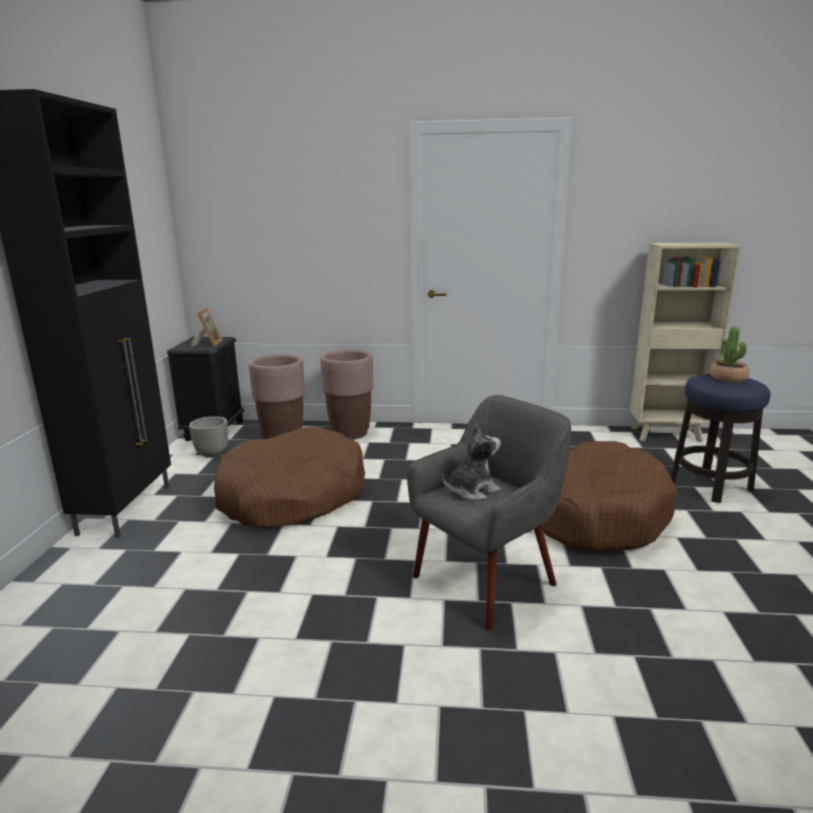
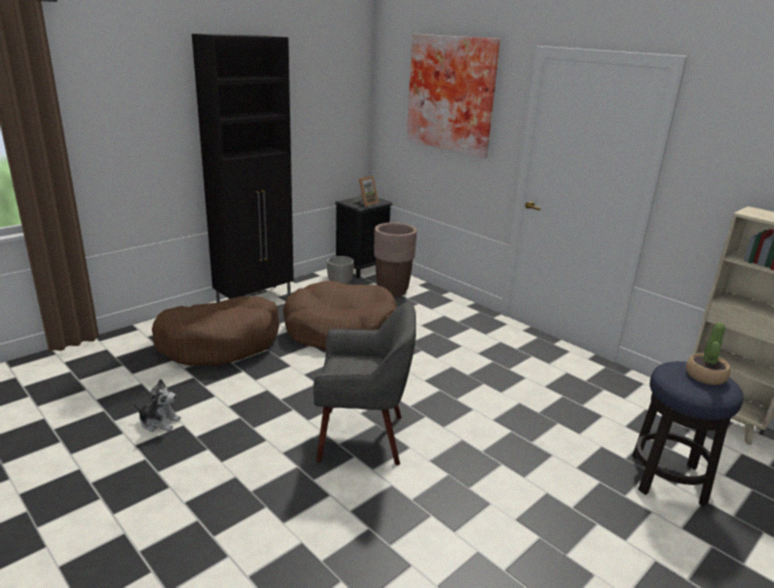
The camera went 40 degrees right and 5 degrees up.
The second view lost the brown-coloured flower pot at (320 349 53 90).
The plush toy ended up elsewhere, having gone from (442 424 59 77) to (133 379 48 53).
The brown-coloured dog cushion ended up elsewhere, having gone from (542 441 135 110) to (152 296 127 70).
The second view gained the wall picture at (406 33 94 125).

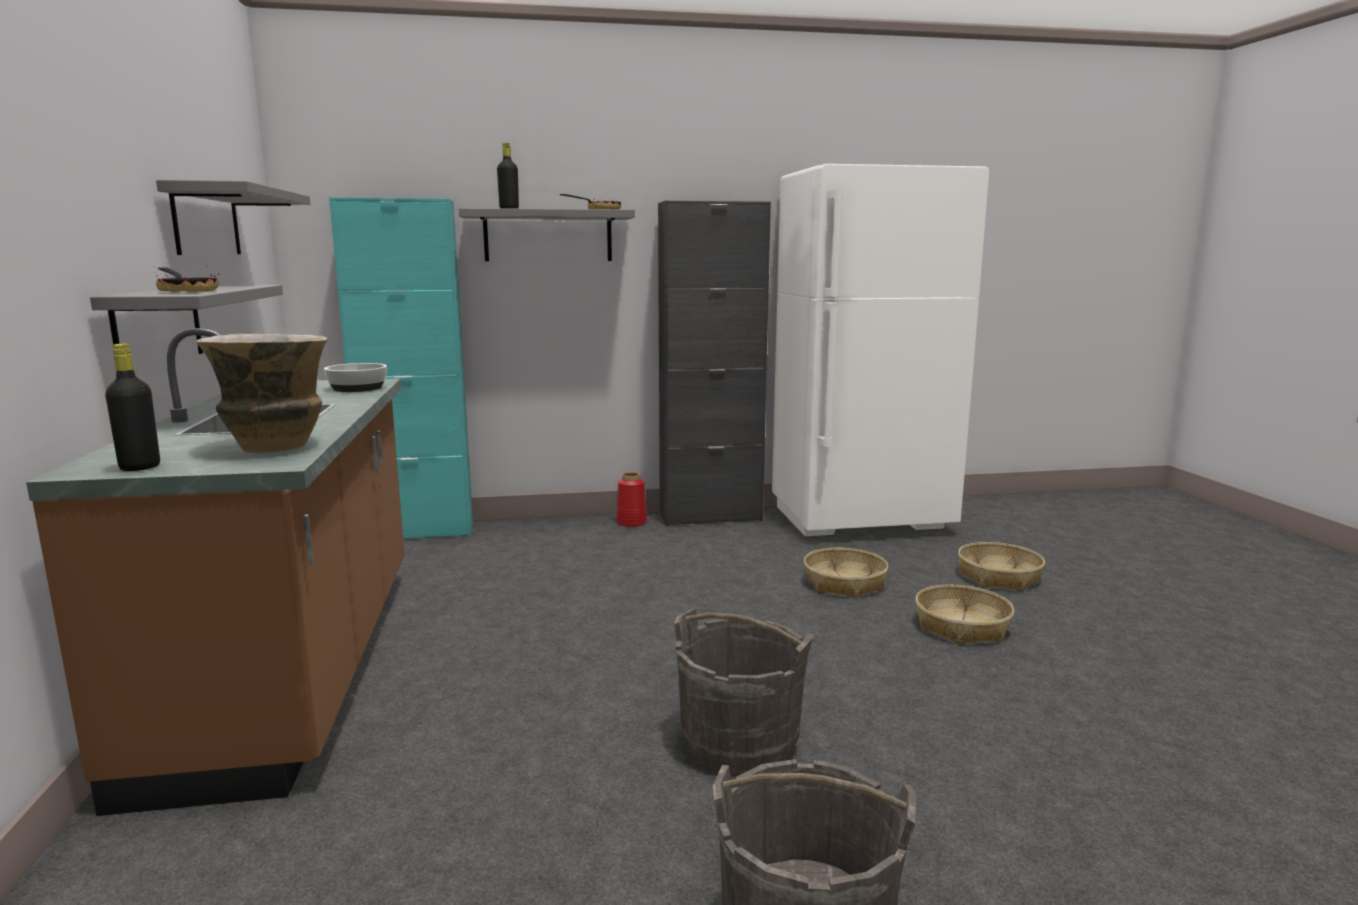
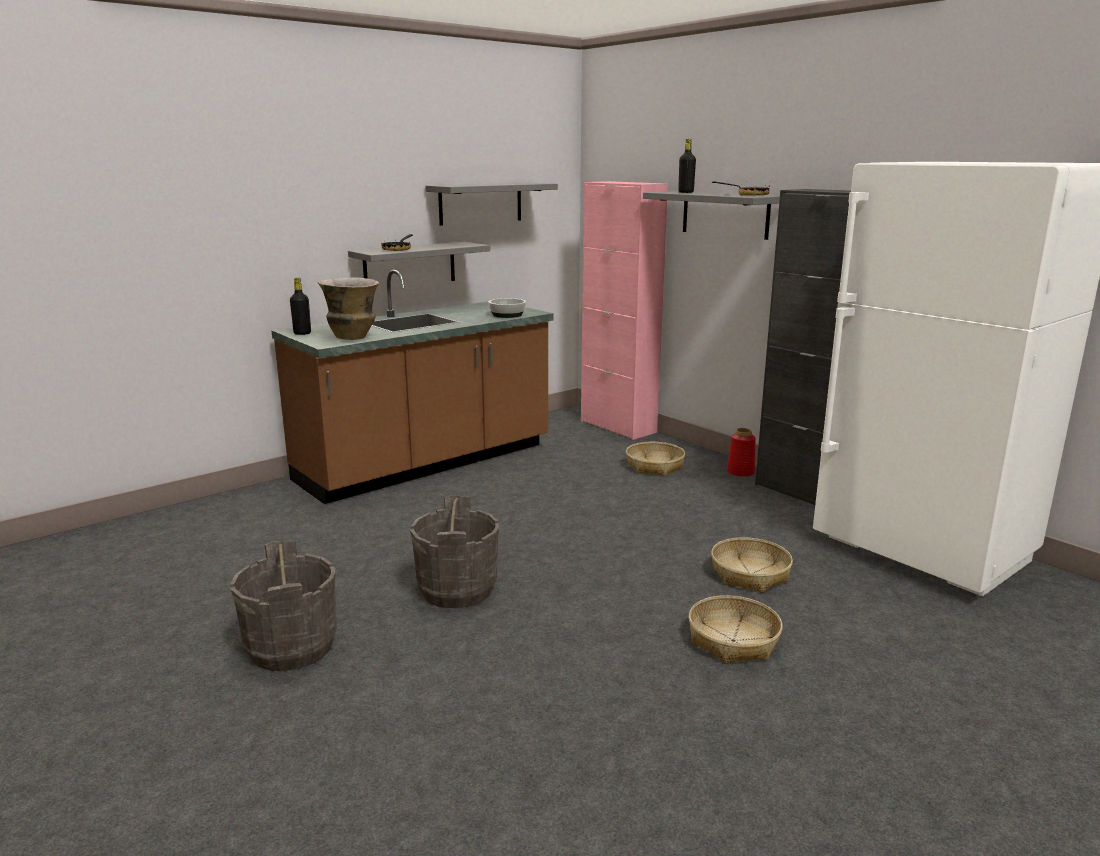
The camera went 60 degrees right and 5 degrees up.
What was the turquoise cupboard at (329 197 144 342) turned into the pink-coloured cupboard at (581 181 87 259).
The basket ended up elsewhere, having gone from (958 542 87 49) to (626 442 59 34).

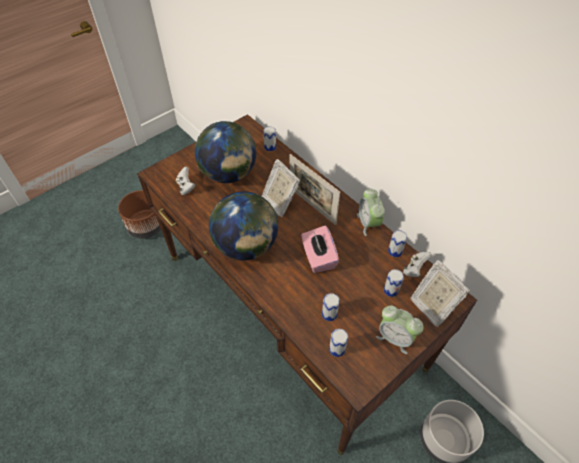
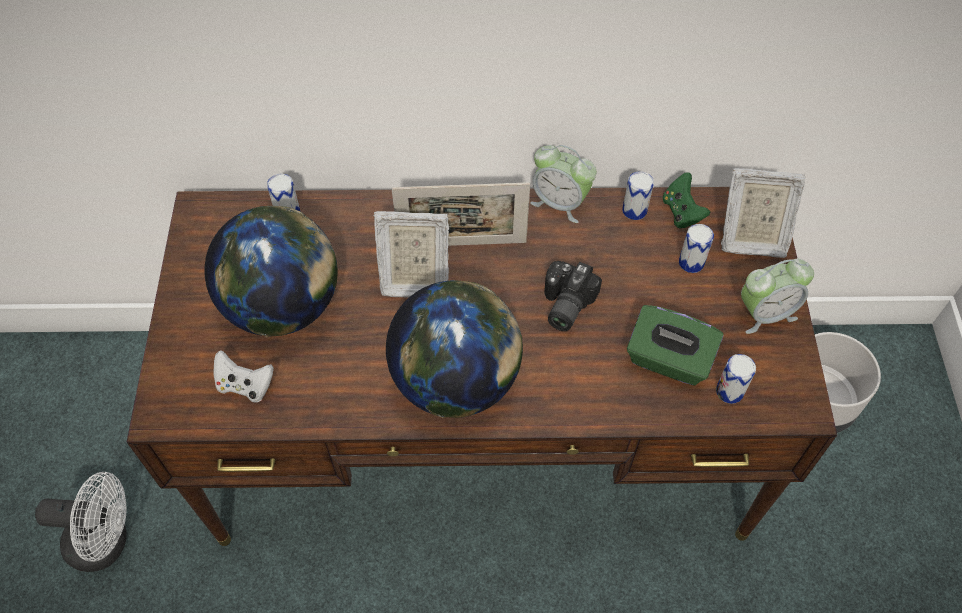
The camera went 50 degrees left and 5 degrees up.
Where the brown-coloured flower pot stood at (118 190 43 49), the white electric fan came to stand at (35 472 92 100).
Where the pink-coloured tissue box stood at (301 226 38 47), the photo camera came to stand at (544 261 58 70).
What was the white gamepad at (403 252 29 25) turned into the green-coloured gamepad at (663 172 47 57).
Where the sealed can stood at (322 293 18 28), the green-coloured tissue box came to stand at (627 305 97 80).

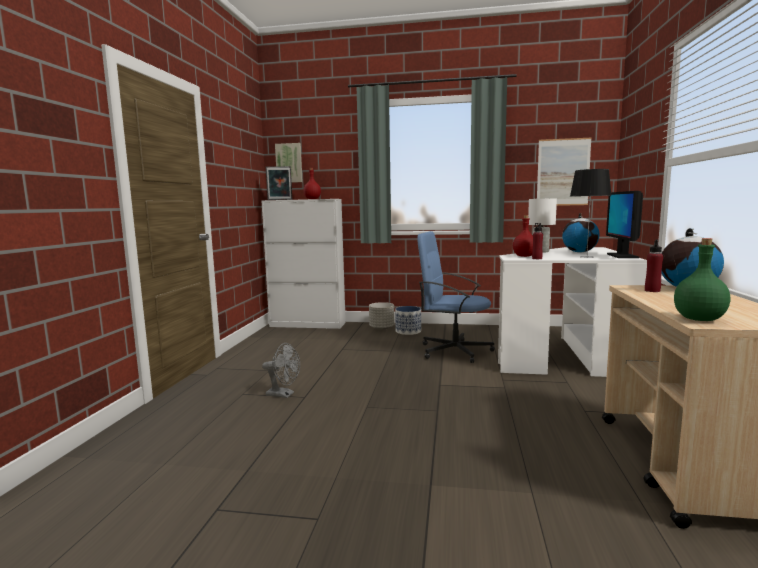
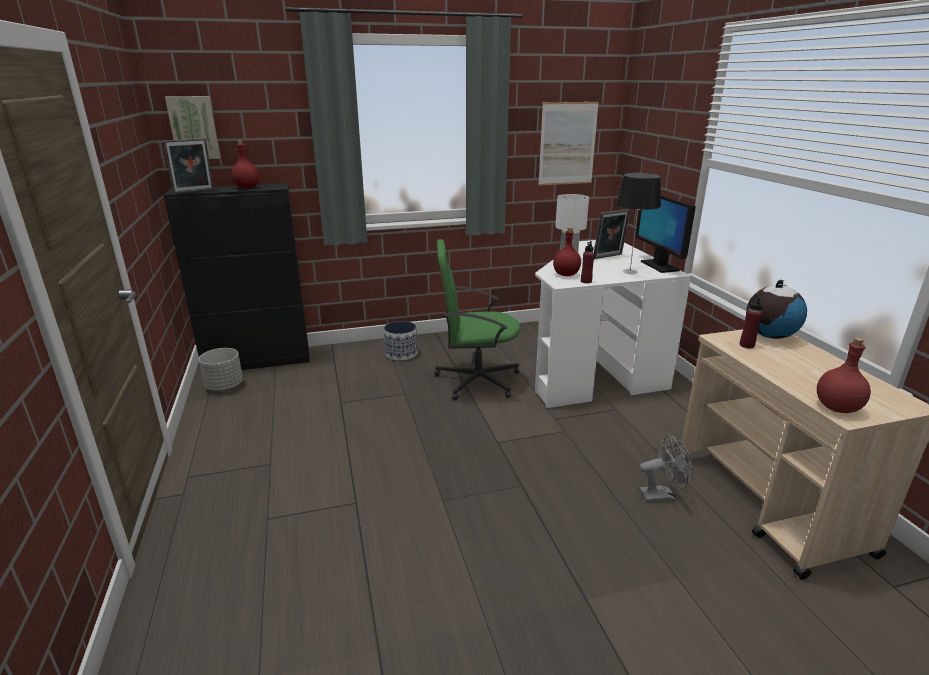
The camera went 25 degrees left and 15 degrees up.
What was the white cupboard at (261 199 85 130) turned into the black-coloured cupboard at (164 183 146 187).
Where the world globe stood at (562 213 38 40), the photo frame came to stand at (594 209 36 50).
What was the blue-coloured office chair at (417 231 78 132) turned into the green-coloured office chair at (434 239 87 161).
What was the green-coloured drink bottle at (674 238 57 83) turned into the reddish drink bottle at (817 337 54 76).
The grey flower pot ended up elsewhere, having gone from (369 302 25 28) to (199 348 44 43).
The grey electric fan ended up elsewhere, having gone from (262 343 38 55) to (639 434 54 68).

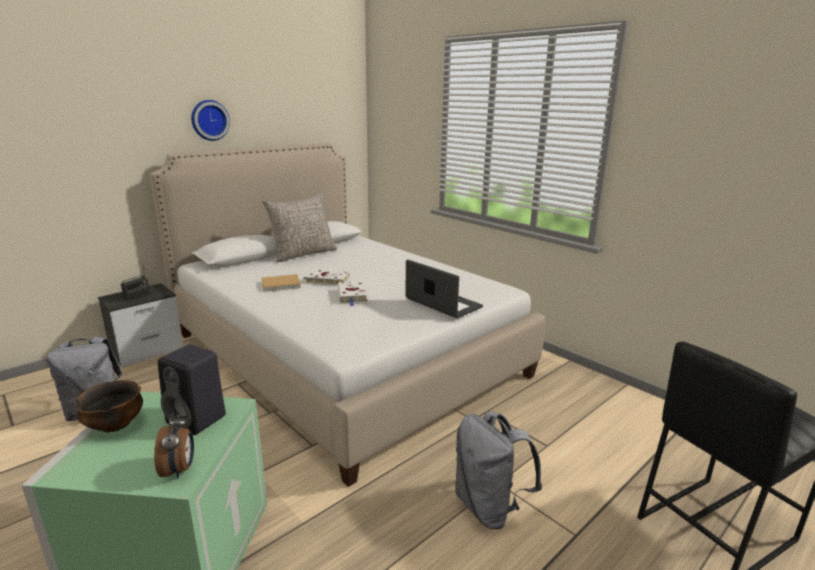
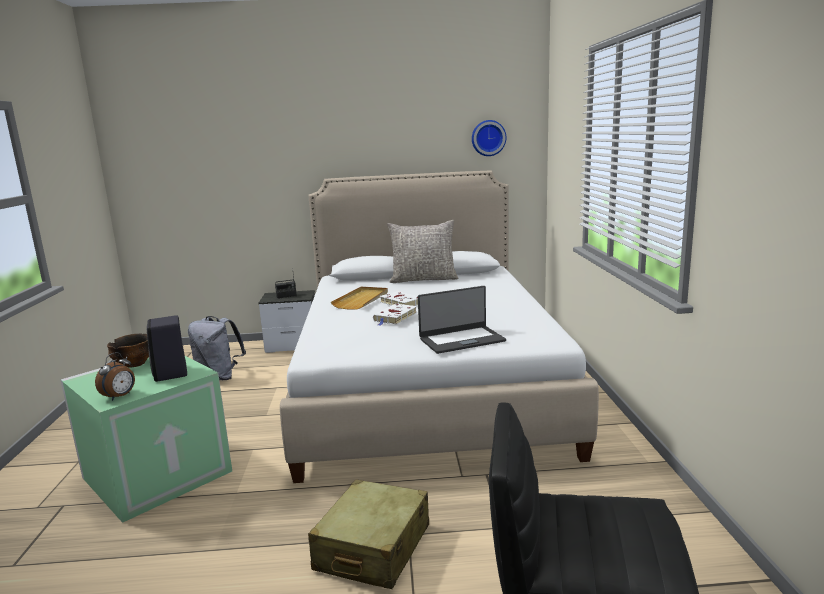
The camera went 40 degrees right and 5 degrees down.
The clock on the wall ended up elsewhere, having gone from (191 100 39 41) to (472 120 34 36).
The notebook computer at (405 260 78 58) ended up facing another way, 75 degrees clockwise from before.
Where the beige-coloured book stood at (261 274 40 18), the beige-coloured carrying tray came to stand at (331 287 57 23).
Where the grey rucksack stood at (455 411 87 118), the beige-coloured travel case came to stand at (308 479 121 110).

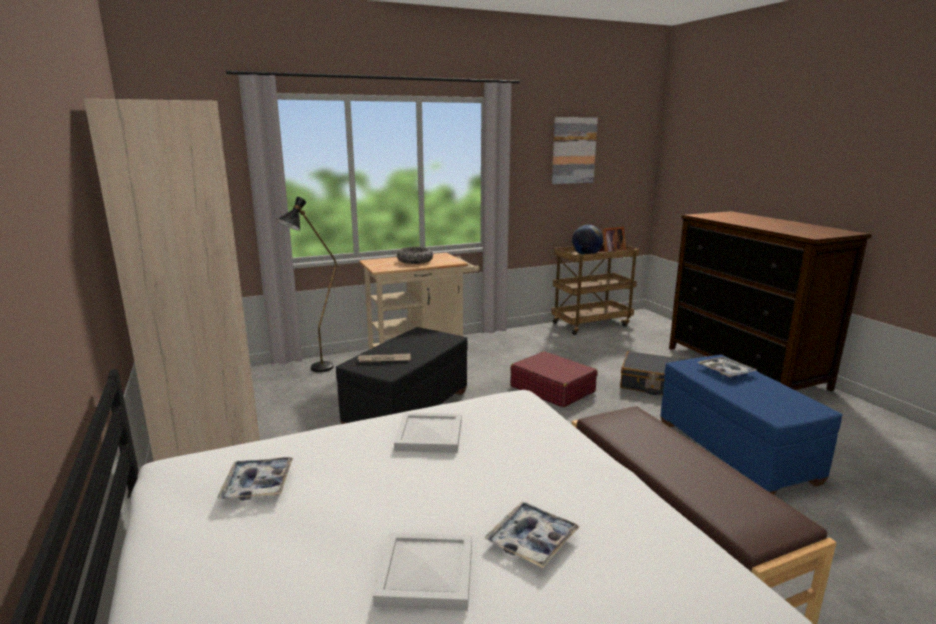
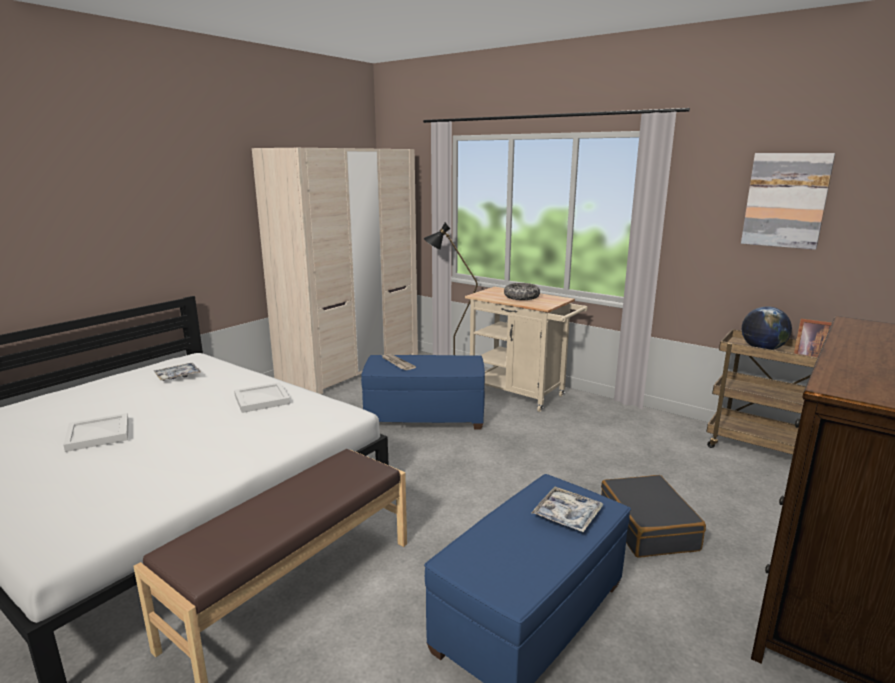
The camera went 60 degrees right and 0 degrees up.
What was the black-coloured pouffe at (336 327 132 97) turned into the blue-coloured pouffe at (361 355 124 74).
The second view lost the reddish travel case at (510 351 88 56).
The second view lost the carrying tray at (485 501 94 67).

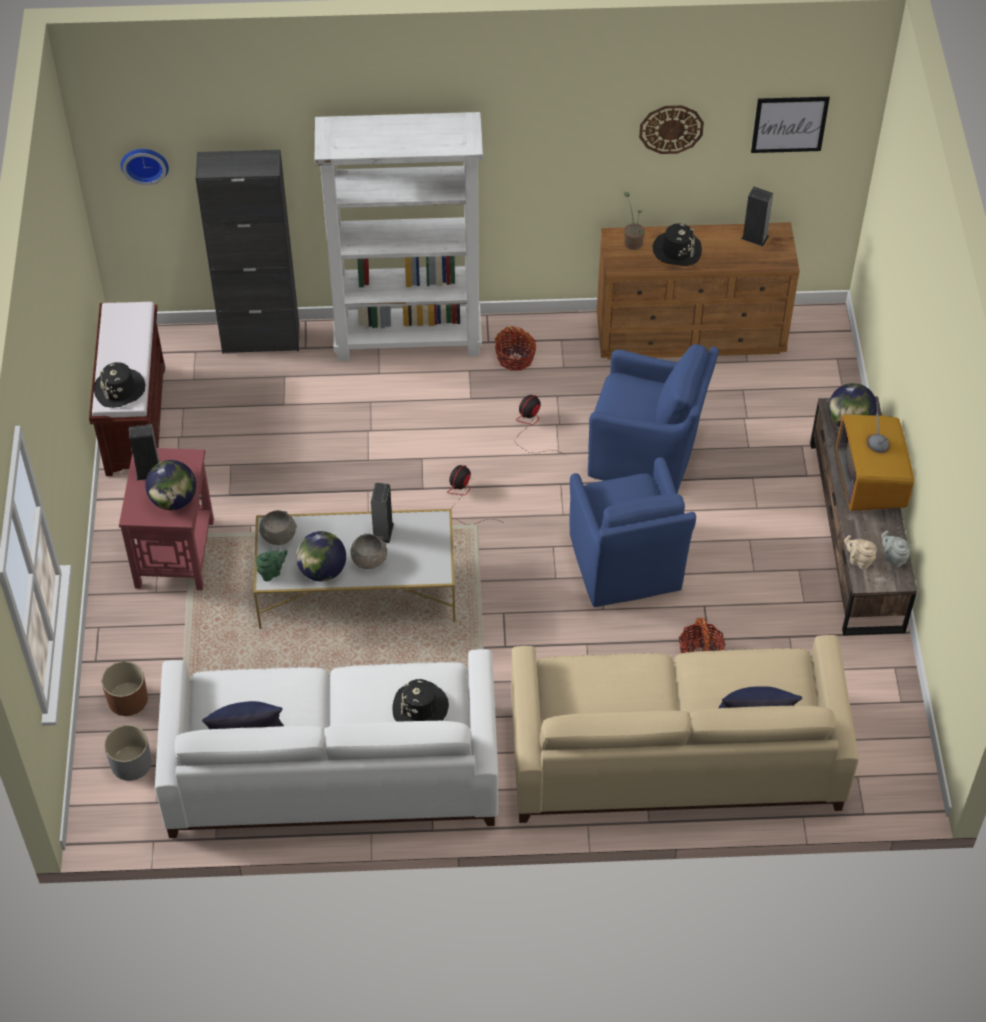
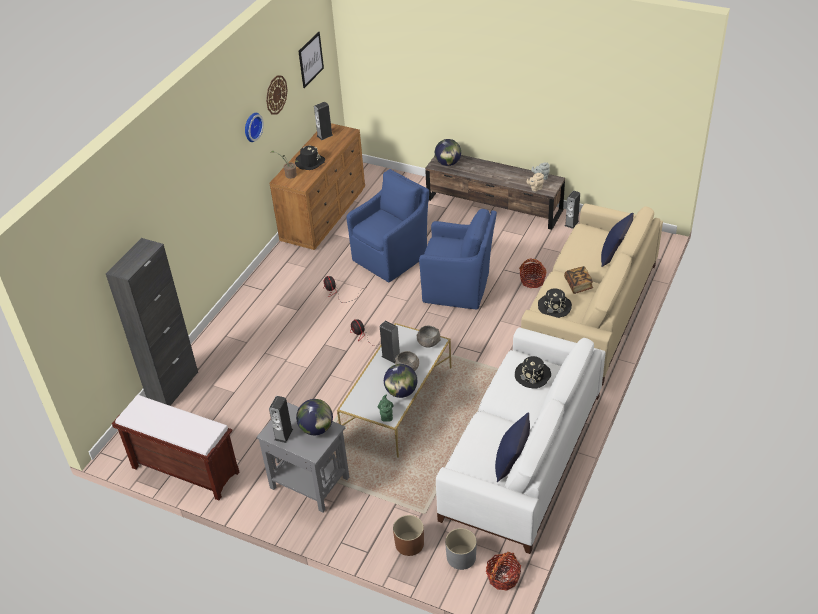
The camera went 60 degrees left and 10 degrees down.
The second view lost the white bookshelf at (315 112 168 249).
The clock on the wall ended up elsewhere, having gone from (121 149 48 36) to (245 113 19 29).
The basket ended up elsewhere, having gone from (495 326 41 45) to (486 552 35 39).
The black-coloured hat ended up elsewhere, having gone from (94 362 51 46) to (538 288 34 30).
The second view lost the TV at (836 402 78 109).
What was the reddish accent table at (119 448 95 142) turned into the grey accent table at (256 402 93 111).
The grey serving bowl ended up elsewhere, having gone from (259 510 38 35) to (416 326 25 22).
The second view gained the audio speaker at (565 191 15 38).
The second view gained the book at (564 266 29 28).

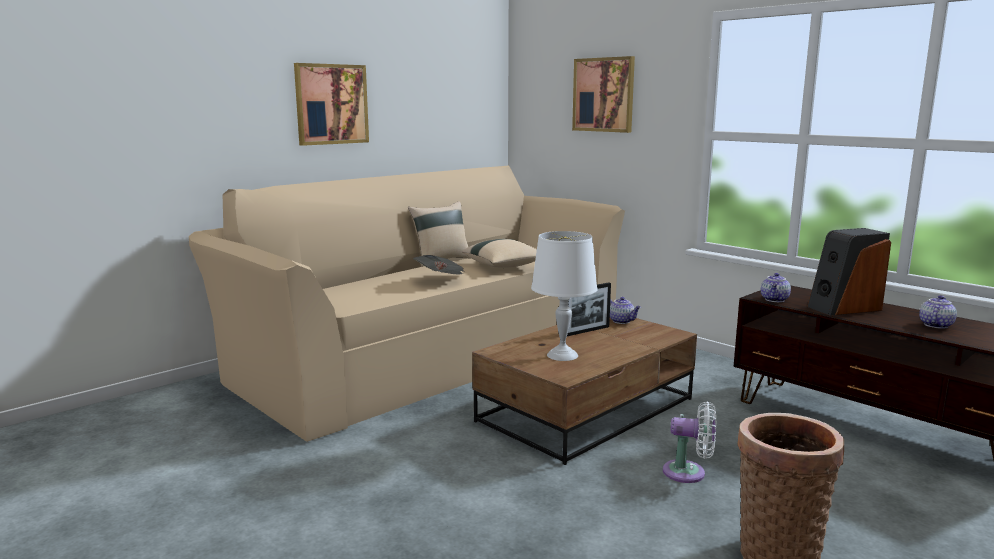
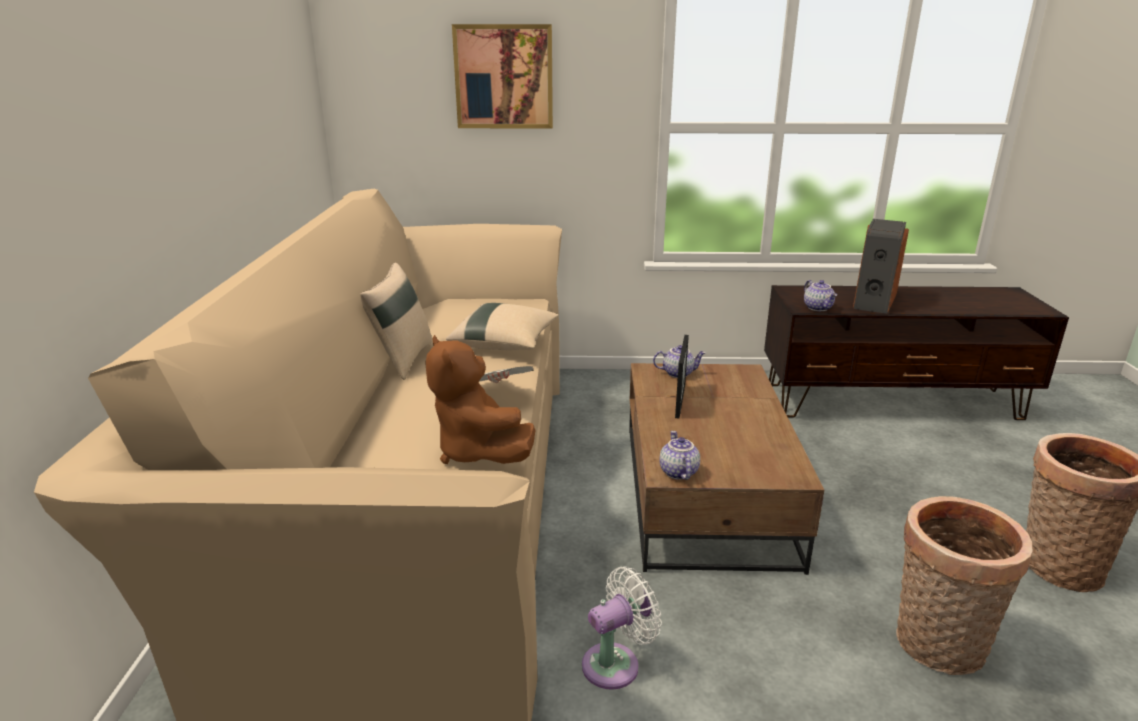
The camera went 45 degrees left and 10 degrees up.
The second view lost the wall picture at (294 63 75 83).
The second view lost the white table lamp at (531 231 67 130).
The pot for tea ended up elsewhere, having gone from (919 295 38 34) to (659 431 41 49).
The white electric fan ended up elsewhere, having gone from (663 402 53 81) to (582 566 80 124).
The second view gained the brown-coloured plush toy at (425 335 110 129).
The second view gained the basket at (896 496 136 179).

